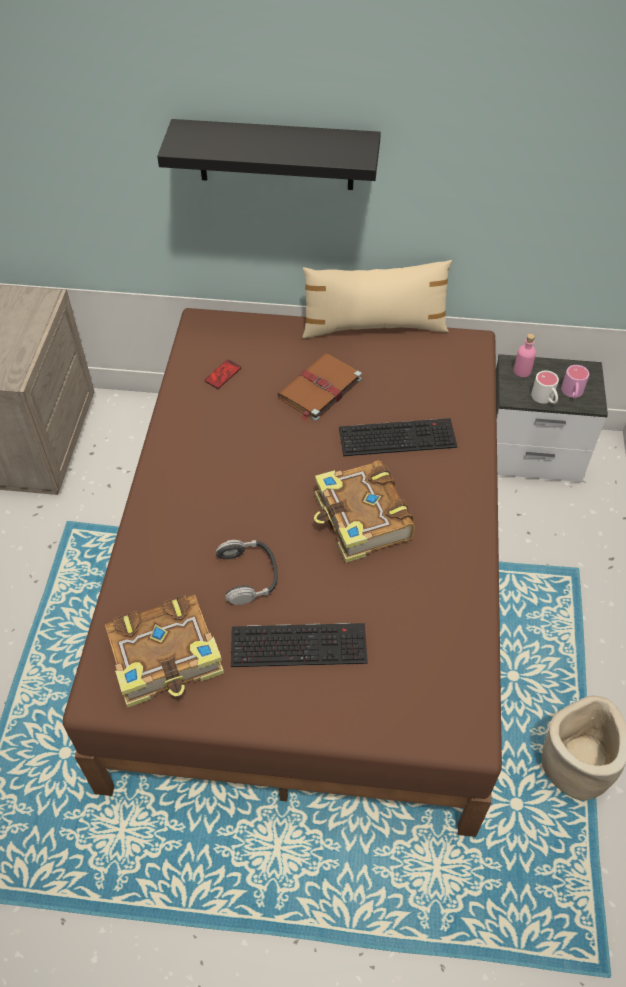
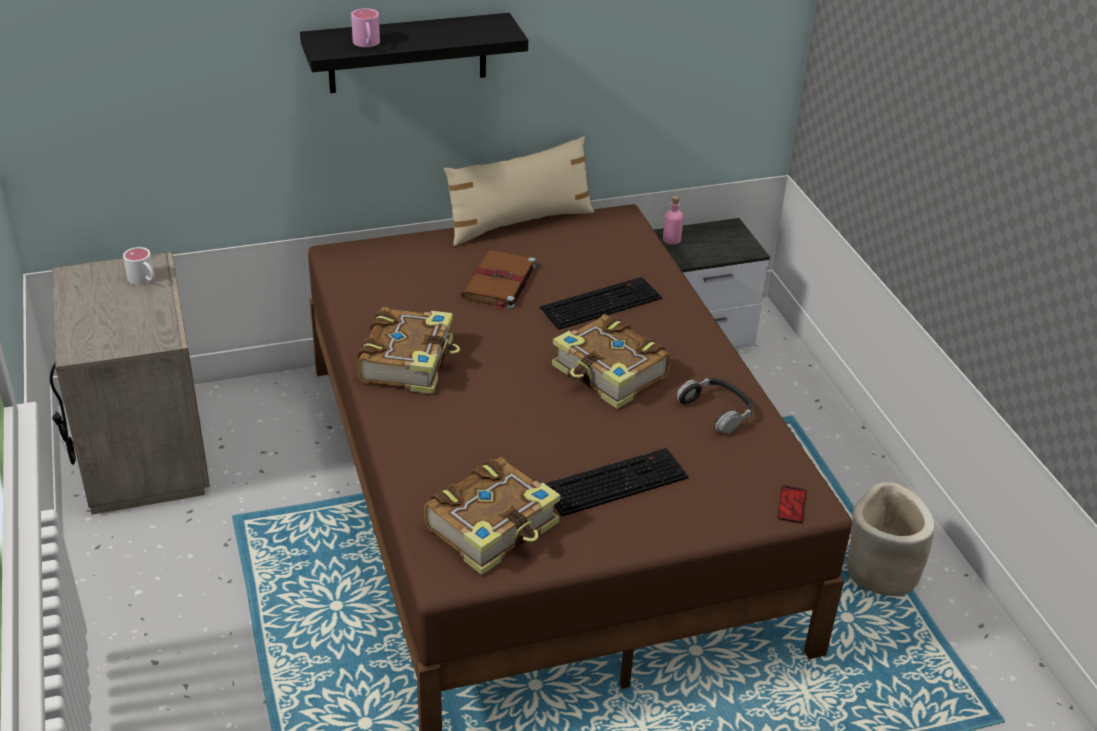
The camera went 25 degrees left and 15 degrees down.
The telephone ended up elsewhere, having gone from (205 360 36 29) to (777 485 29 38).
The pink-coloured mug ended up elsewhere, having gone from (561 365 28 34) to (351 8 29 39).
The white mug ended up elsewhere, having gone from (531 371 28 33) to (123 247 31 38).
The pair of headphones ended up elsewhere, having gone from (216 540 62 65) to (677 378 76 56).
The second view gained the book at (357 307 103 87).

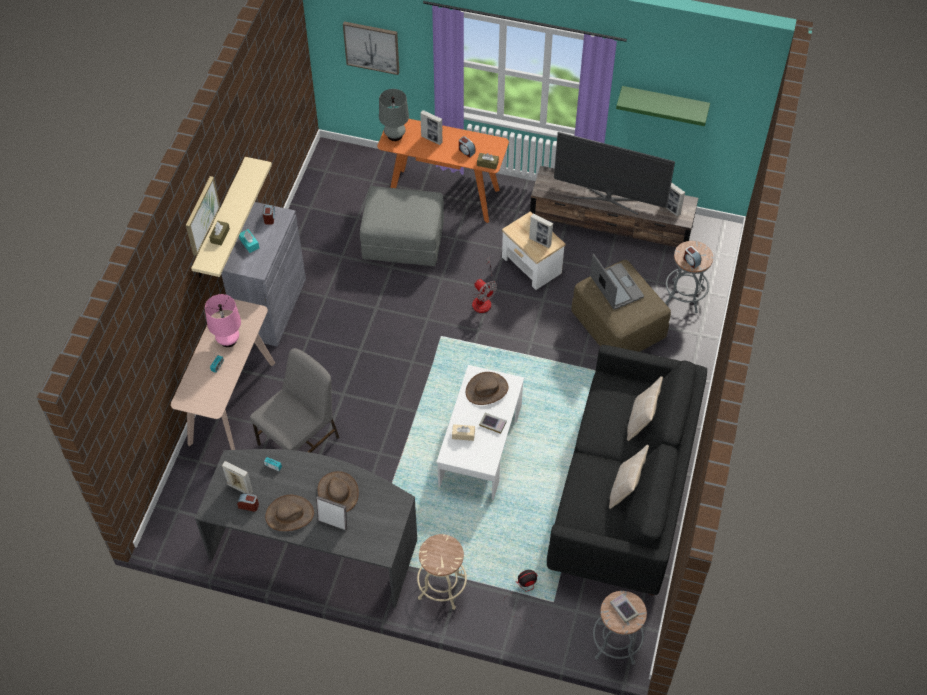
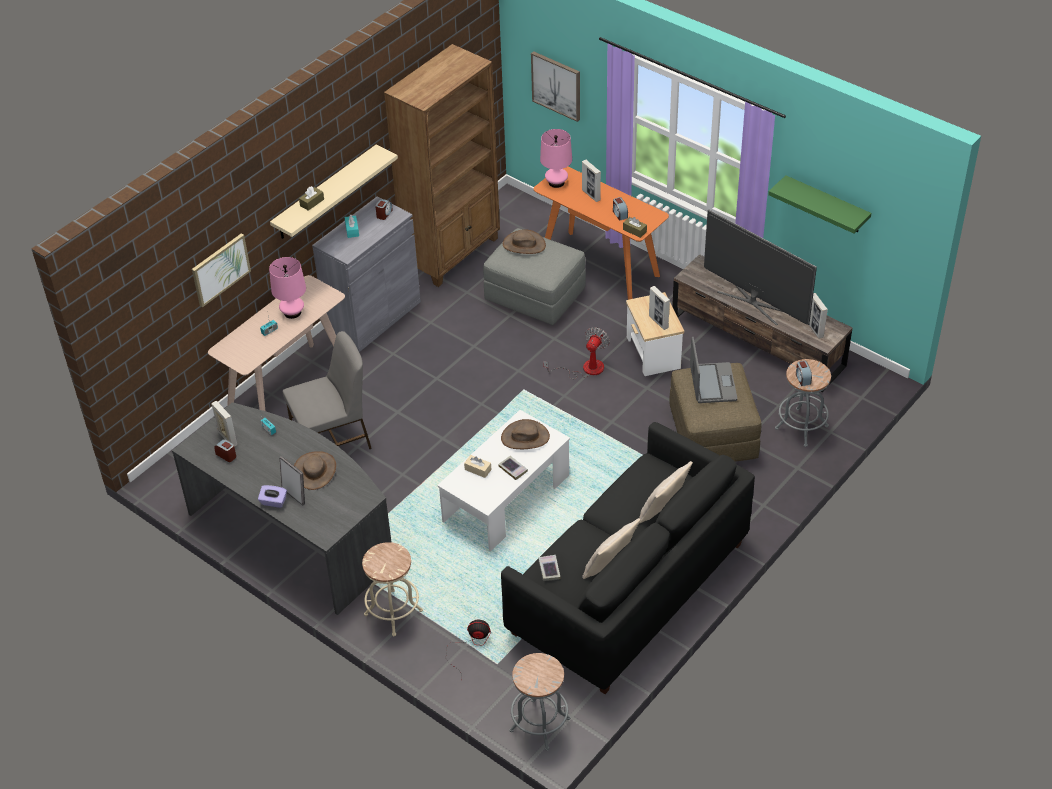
The camera went 25 degrees right and 10 degrees down.
What was the grey table lamp at (379 89 30 52) turned into the pink-coloured table lamp at (540 129 32 59).
The wall picture ended up elsewhere, having gone from (186 176 34 80) to (192 233 59 74).
The electric fan at (472 257 25 56) ended up facing another way, 135 degrees counterclockwise from before.
The brown-coloured hat ended up elsewhere, having gone from (265 495 49 36) to (503 230 43 24).
The book ended up elsewhere, having gone from (610 593 29 30) to (538 555 22 26).
The second view gained the brown-coloured bookshelf at (384 44 116 243).
The second view gained the purple tissue box at (258 485 29 23).

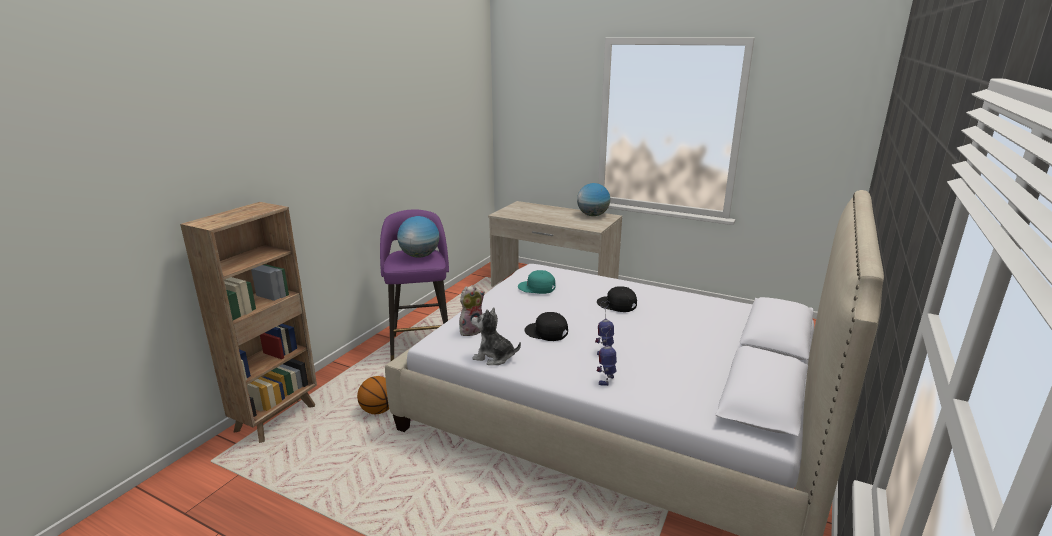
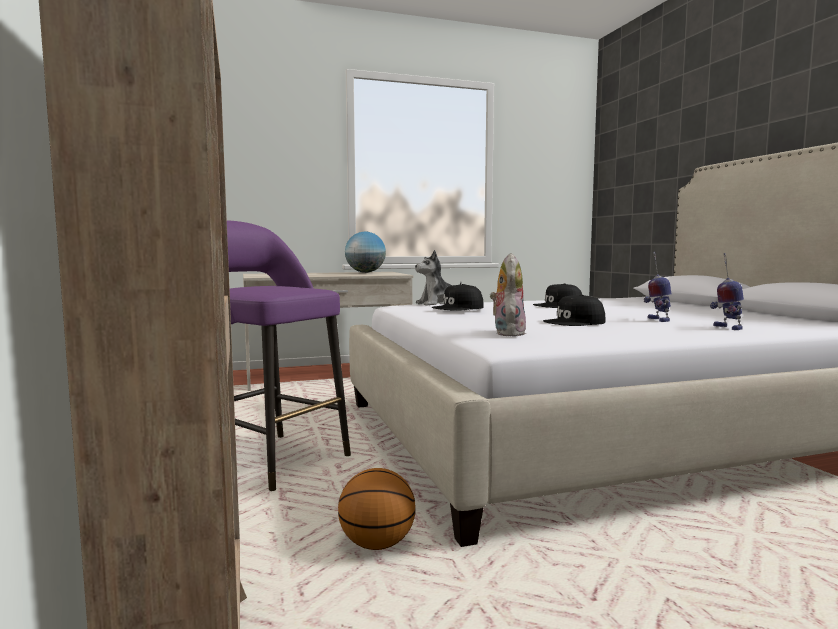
The camera went 45 degrees left and 15 degrees down.
The second view lost the world globe at (397 216 42 42).
What was the turquoise cap at (518 270 37 24) turned into the black-coloured cap at (432 284 52 27).
The plush toy ended up elsewhere, having gone from (471 308 50 57) to (415 250 47 55).

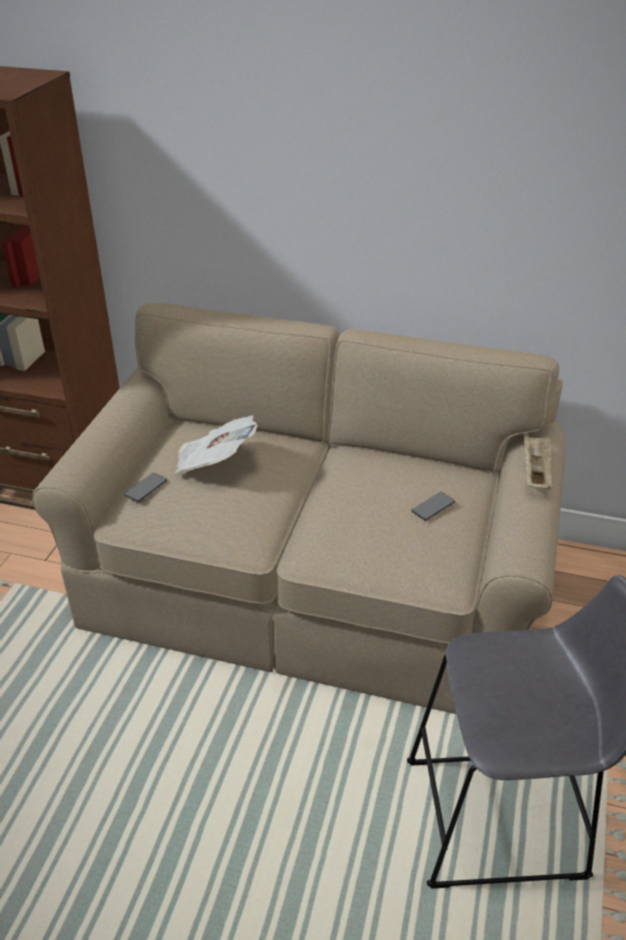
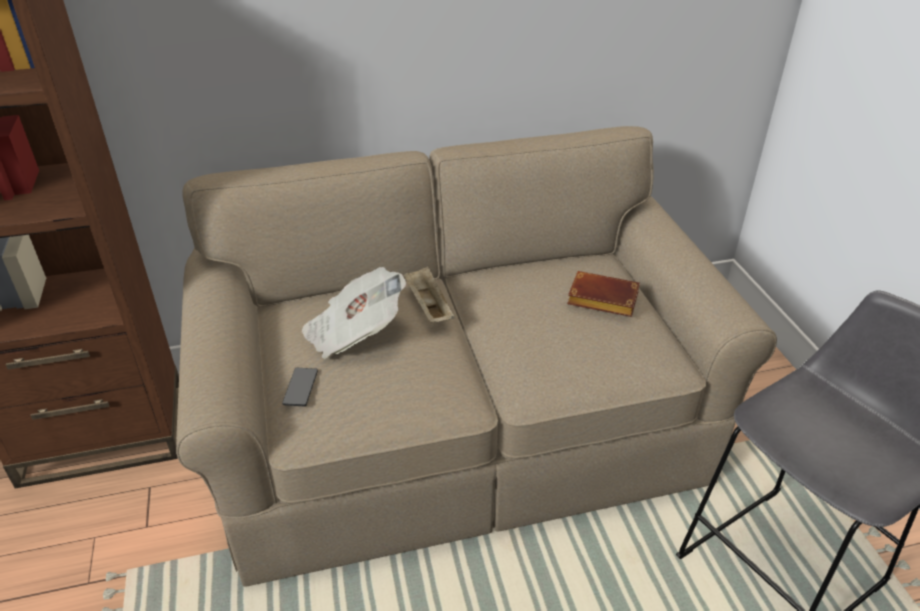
The camera went 30 degrees left and 0 degrees up.
The beige-coloured carrying tray ended up elsewhere, having gone from (524 436 27 53) to (404 267 50 56).
Where the telephone stood at (411 492 44 29), the brown-coloured book came to stand at (567 271 73 46).

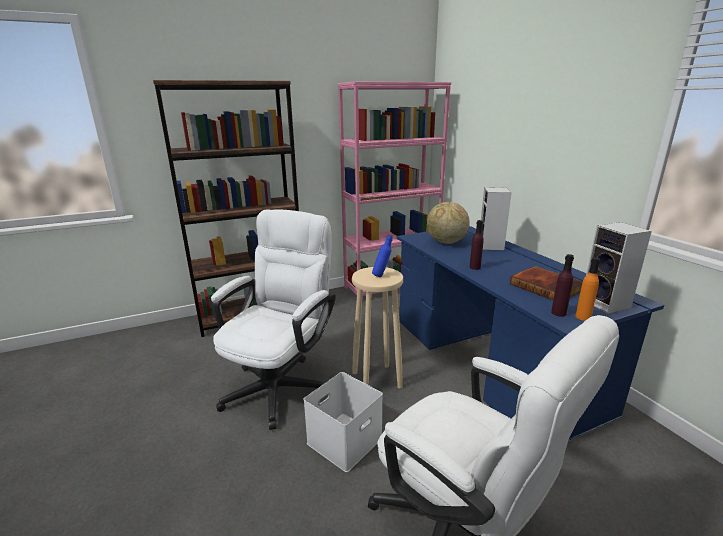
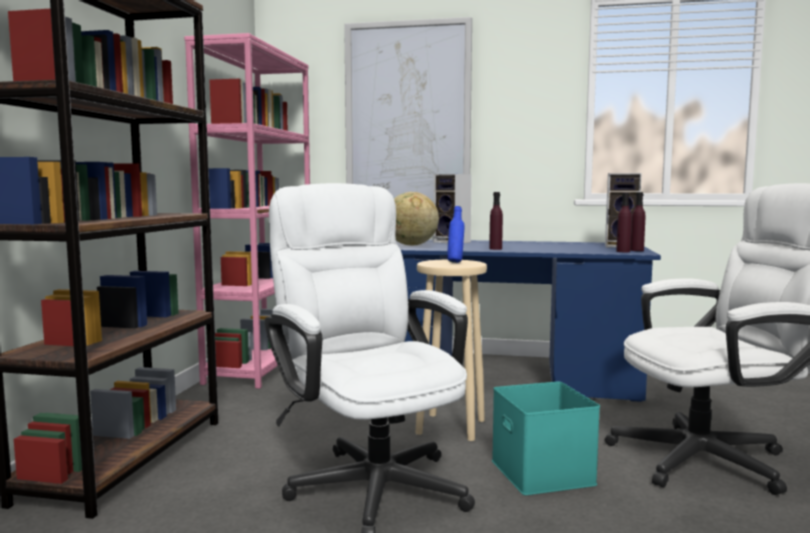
The camera went 55 degrees left and 15 degrees down.
What was the orangey drink bottle at (575 257 25 64) turned into the purple drink bottle at (630 192 15 59).
The second view lost the book at (510 266 73 34).
What was the white storage container at (303 372 80 100) turned into the turquoise storage container at (492 381 108 114).
The second view gained the wall picture at (344 17 128 184).

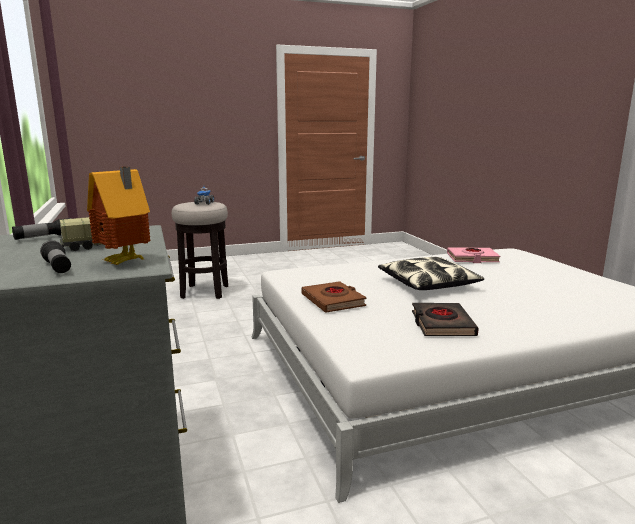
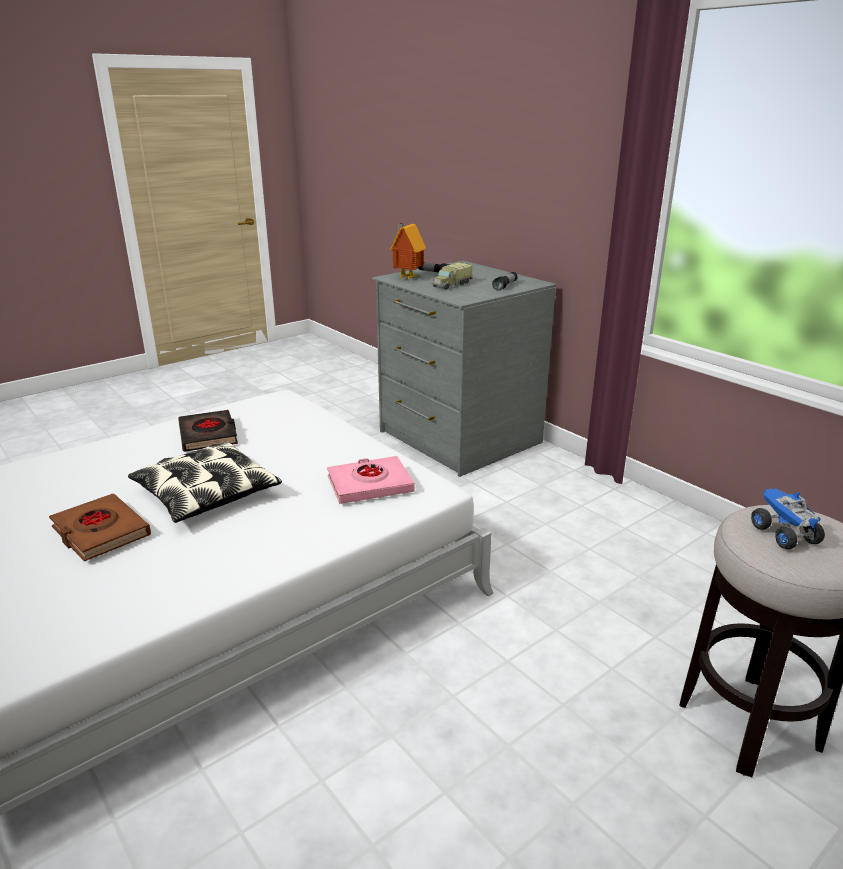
The camera went 160 degrees right and 10 degrees up.
The pink-coloured book ended up elsewhere, having gone from (447 247 53 16) to (327 456 88 48).
The brown-coloured book ended up elsewhere, having gone from (302 281 65 32) to (49 494 102 68).

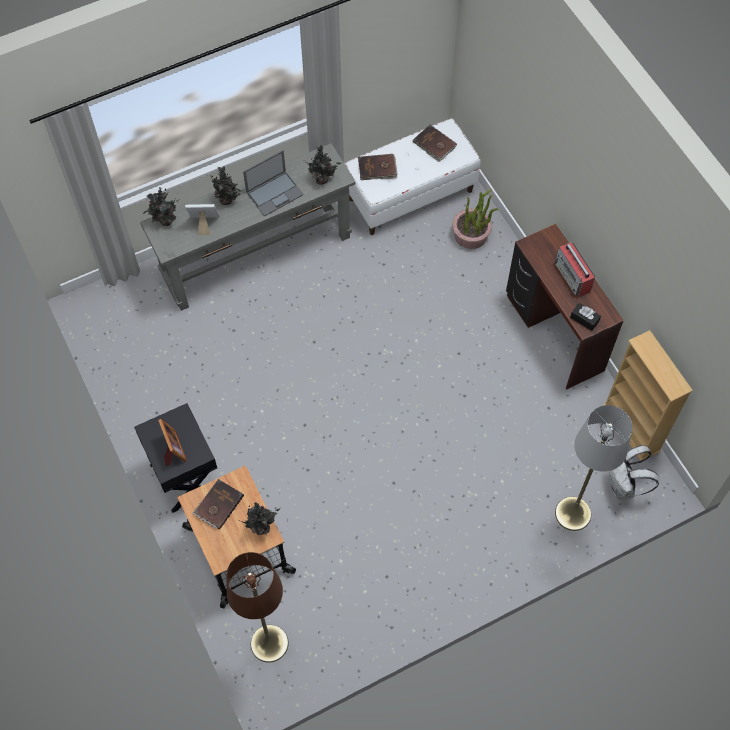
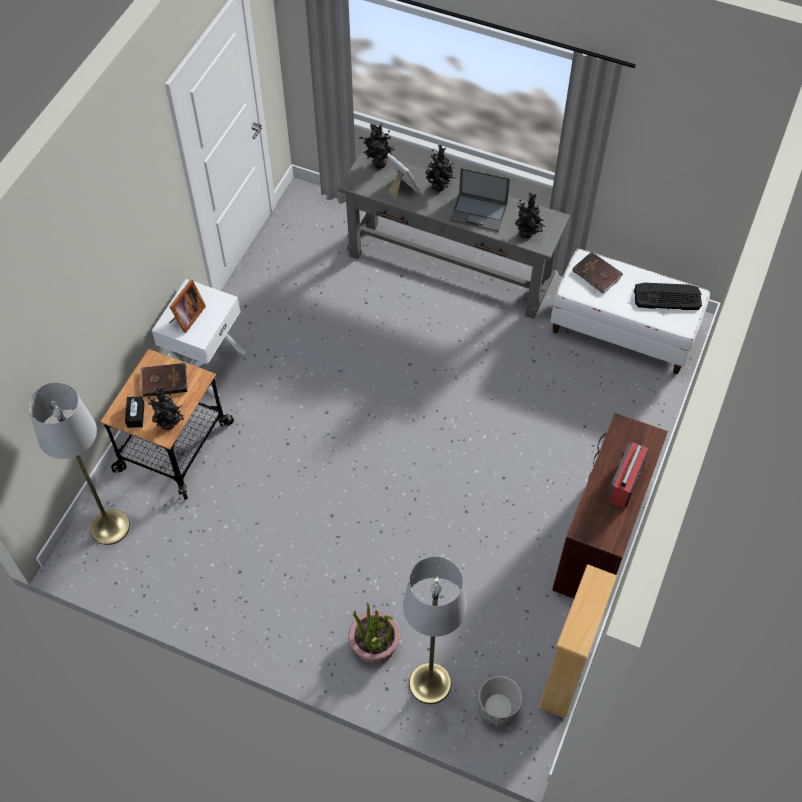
The camera went 50 degrees right and 5 degrees down.
Where the brown-coloured book stood at (413 125 44 37), the keyboard came to stand at (634 283 68 27).
The houseplant ended up elsewhere, having gone from (452 189 46 60) to (349 602 51 62).
The black-coloured tissue box ended up elsewhere, having gone from (570 303 31 28) to (125 396 20 32).
What was the black-coloured bedside table at (134 403 83 110) turned into the white bedside table at (152 279 93 118).
Where the white rucksack stood at (609 445 50 54), the flower pot came to stand at (478 676 45 51).
What was the brown-coloured standing lamp at (226 552 63 111) turned into the grey standing lamp at (29 383 101 162).

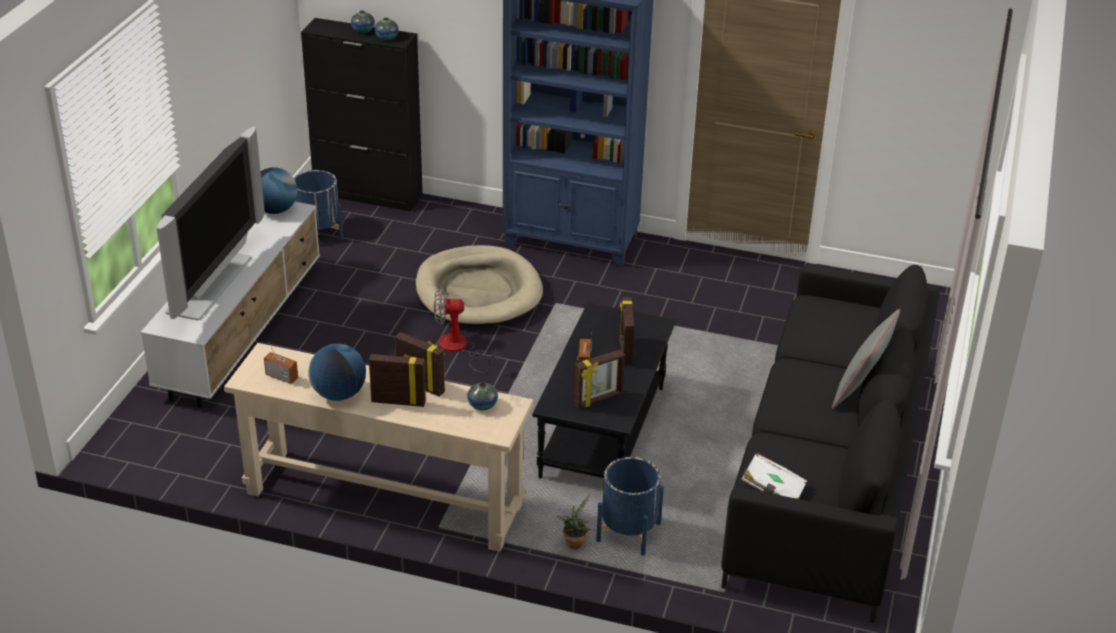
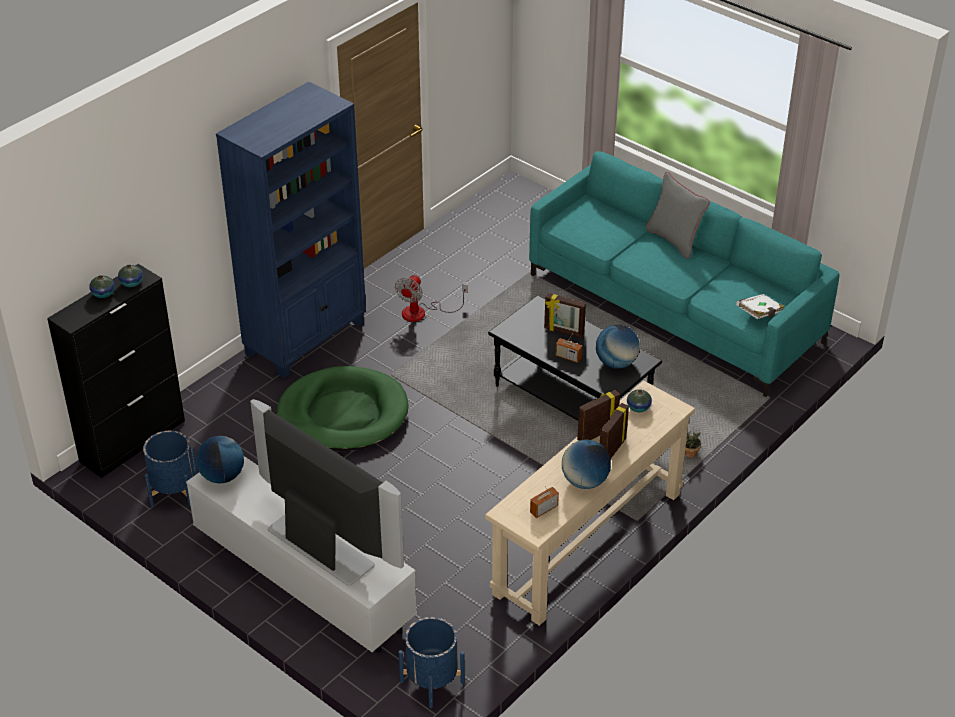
The camera went 65 degrees left and 5 degrees up.
What was the beige-coloured dog cushion at (416 245 127 82) turned into the green-coloured dog cushion at (277 366 131 85).
What was the black-coloured couch at (721 265 218 358) turned into the turquoise couch at (529 151 310 246).
The electric fan ended up elsewhere, having gone from (434 289 61 84) to (395 275 73 47).
Where the photo frame stood at (574 349 51 60), the world globe came to stand at (596 325 44 44).
The blue-coloured flower pot ended up elsewhere, having gone from (596 457 68 98) to (399 617 66 91).

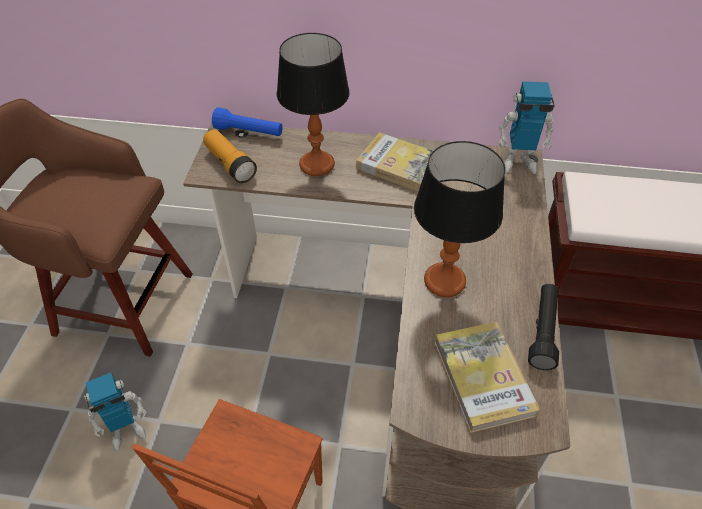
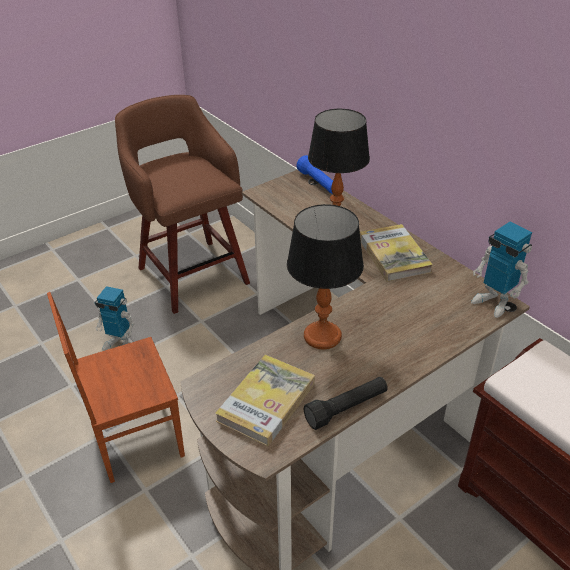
The camera went 45 degrees right and 10 degrees down.
The second view lost the flashlight at (203 129 54 54).

